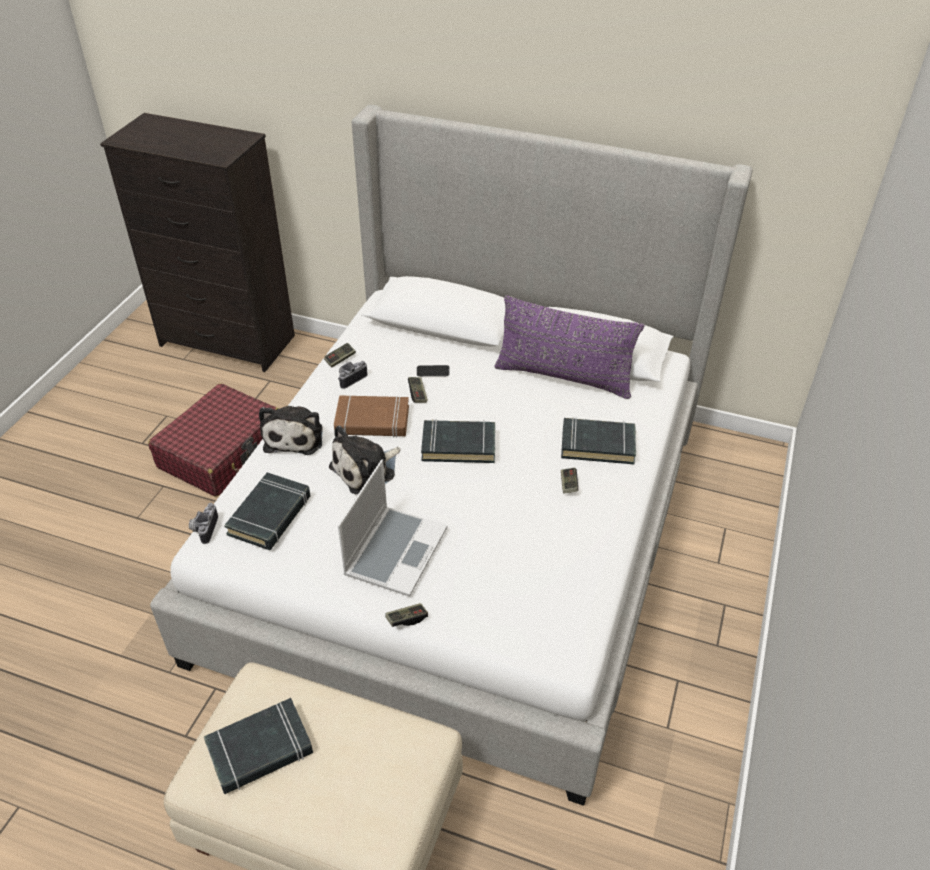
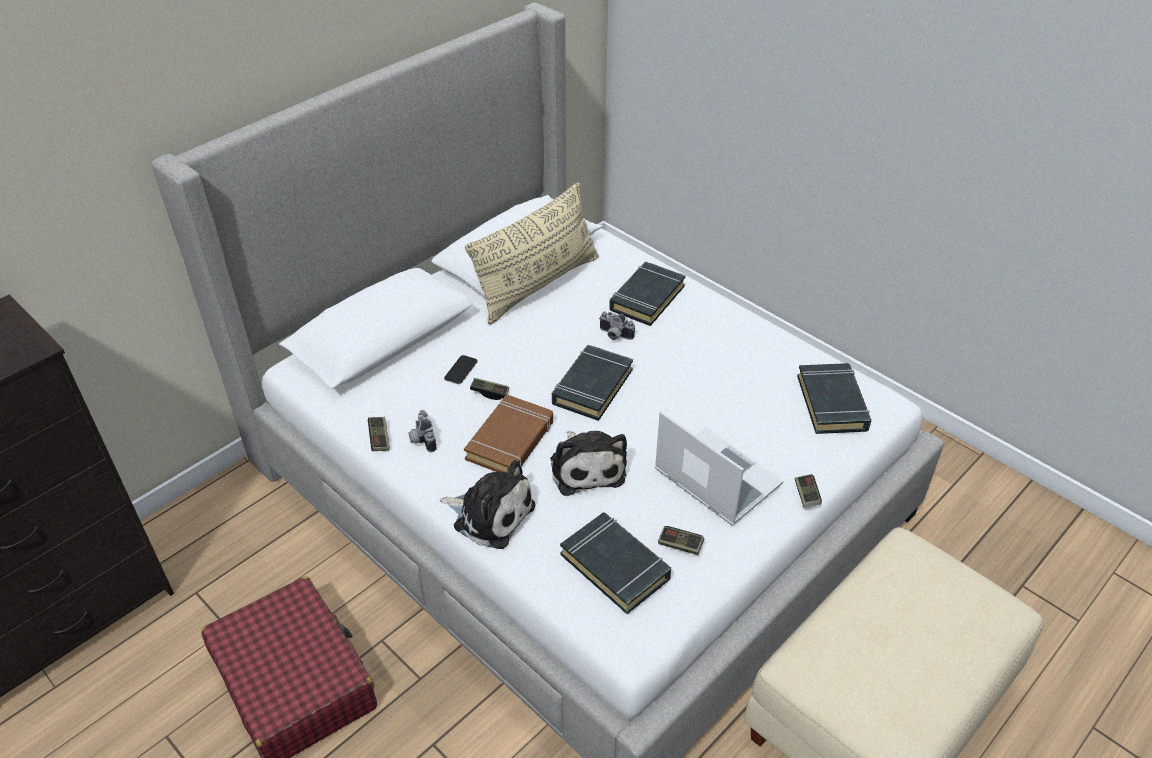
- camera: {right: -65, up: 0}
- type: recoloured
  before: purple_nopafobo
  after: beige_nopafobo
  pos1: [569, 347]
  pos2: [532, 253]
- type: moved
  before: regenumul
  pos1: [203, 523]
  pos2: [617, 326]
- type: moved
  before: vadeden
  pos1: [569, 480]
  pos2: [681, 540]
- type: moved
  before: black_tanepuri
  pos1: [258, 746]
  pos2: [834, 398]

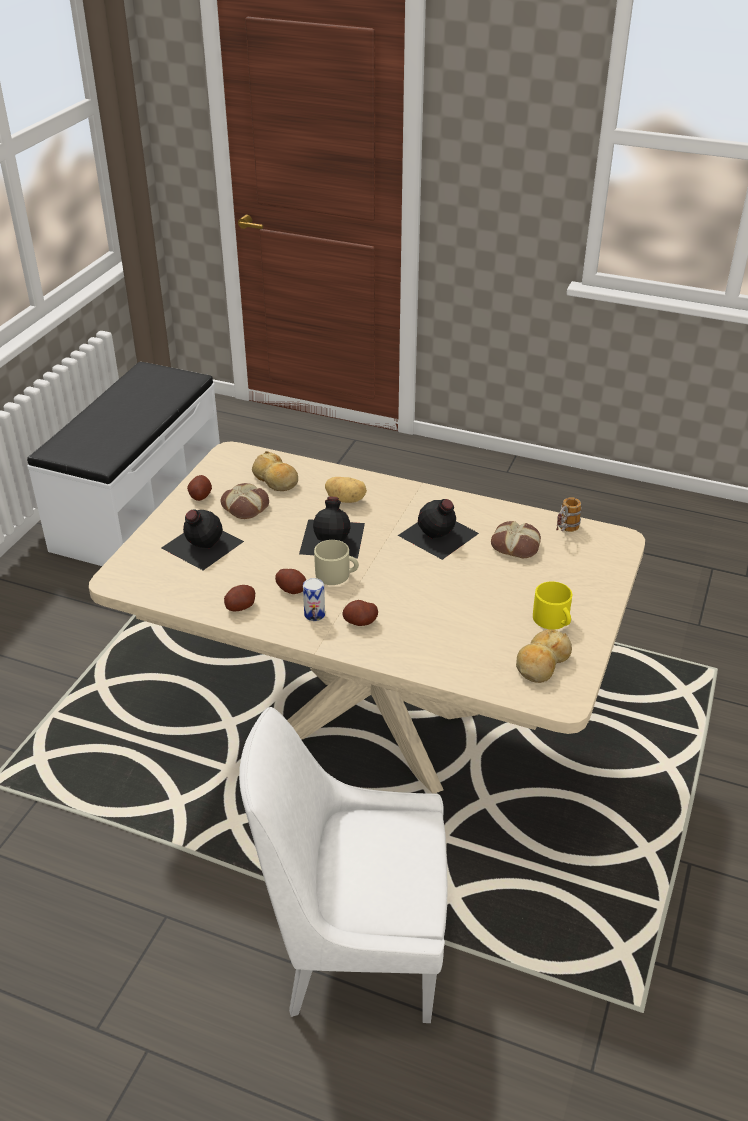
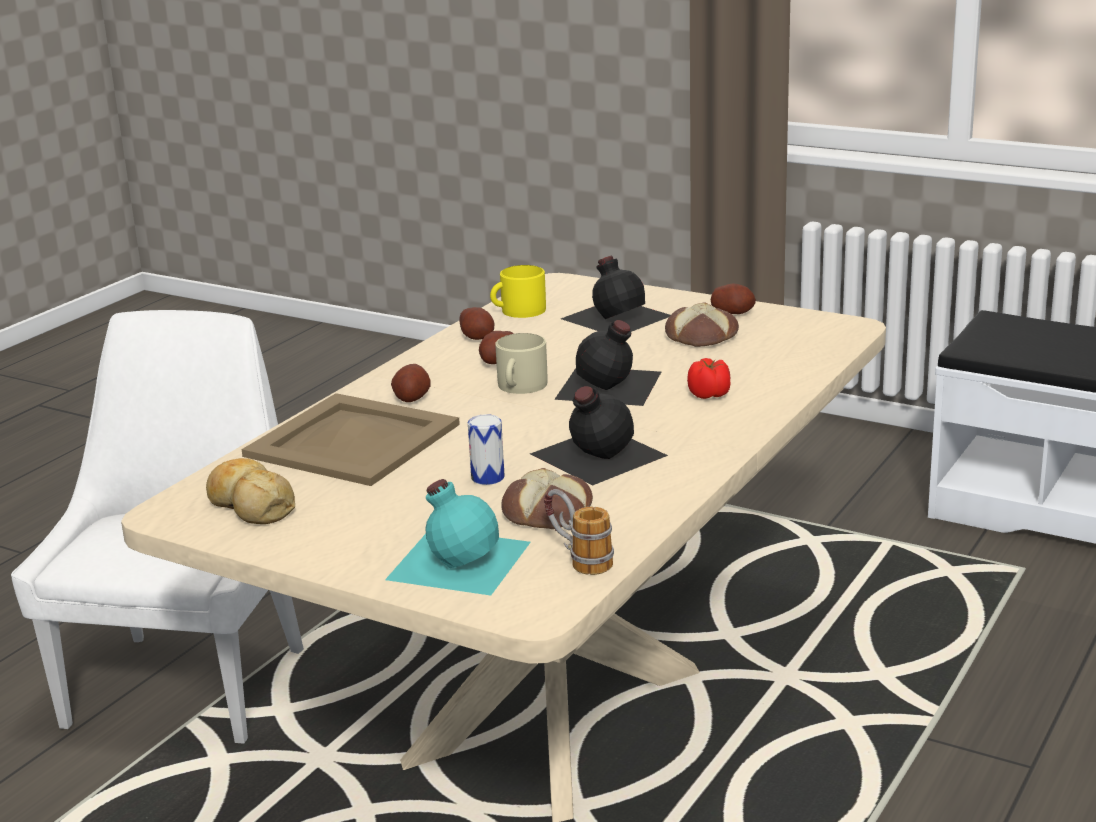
- camera: {right: 100, up: -15}
- type: added
  after: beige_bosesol
  pos2: [351, 439]
- type: added
  after: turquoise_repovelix
  pos2: [458, 537]
- type: moved
  before: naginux
  pos1: [314, 599]
  pos2: [486, 449]
- type: moved
  before: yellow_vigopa
  pos1: [552, 605]
  pos2: [518, 291]
- type: replaced
  before: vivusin
  after: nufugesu
  pos1: [346, 490]
  pos2: [709, 378]
- type: removed
  before: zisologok
  pos1: [275, 471]

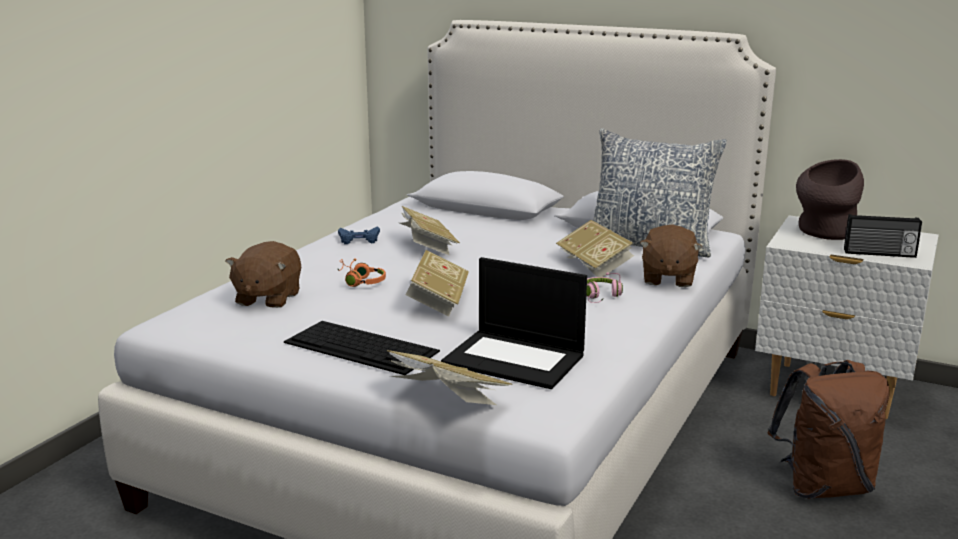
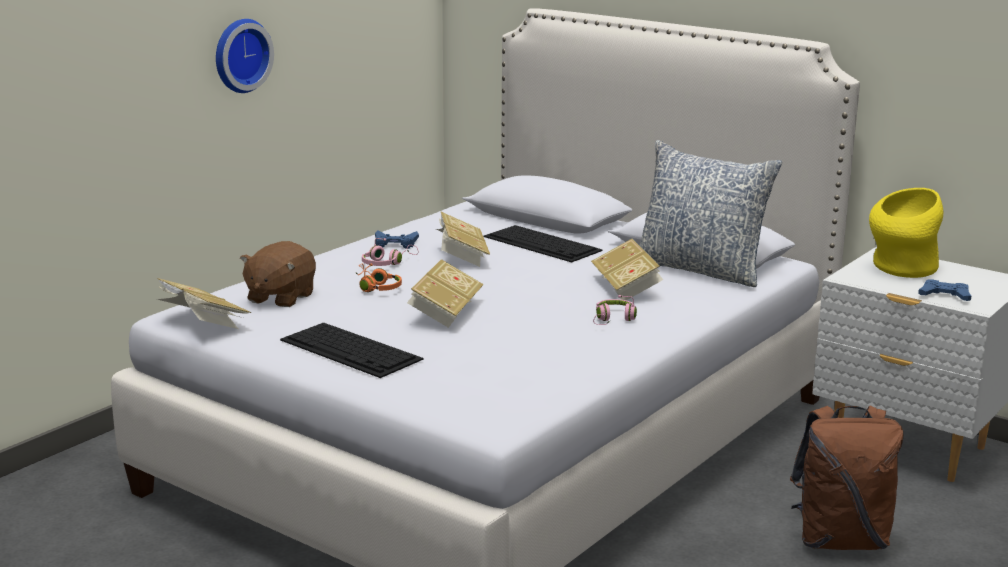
- camera: {right: 10, up: 0}
- type: moved
  before: tanepuri
  pos1: [449, 377]
  pos2: [204, 303]
- type: added
  after: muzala
  pos2: [245, 56]
- type: added
  after: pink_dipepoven
  pos2: [390, 252]
- type: added
  after: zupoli
  pos2: [543, 243]
- type: recoloured
  before: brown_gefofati
  after: yellow_gefofati
  pos1: [830, 199]
  pos2: [906, 233]
- type: replaced
  before: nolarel
  after: blue_vadeden
  pos1: [883, 236]
  pos2: [944, 290]
- type: removed
  before: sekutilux
  pos1: [514, 323]
- type: removed
  before: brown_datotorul
  pos1: [671, 255]

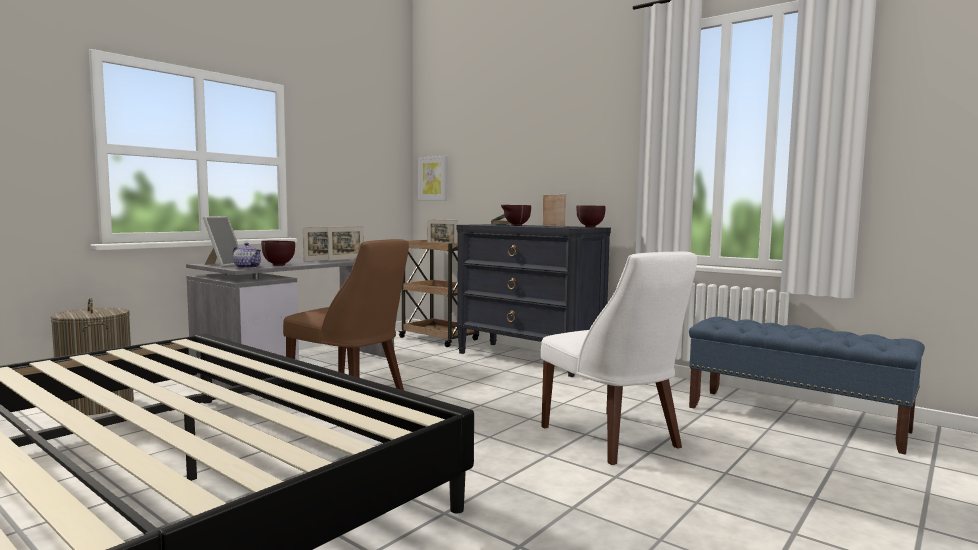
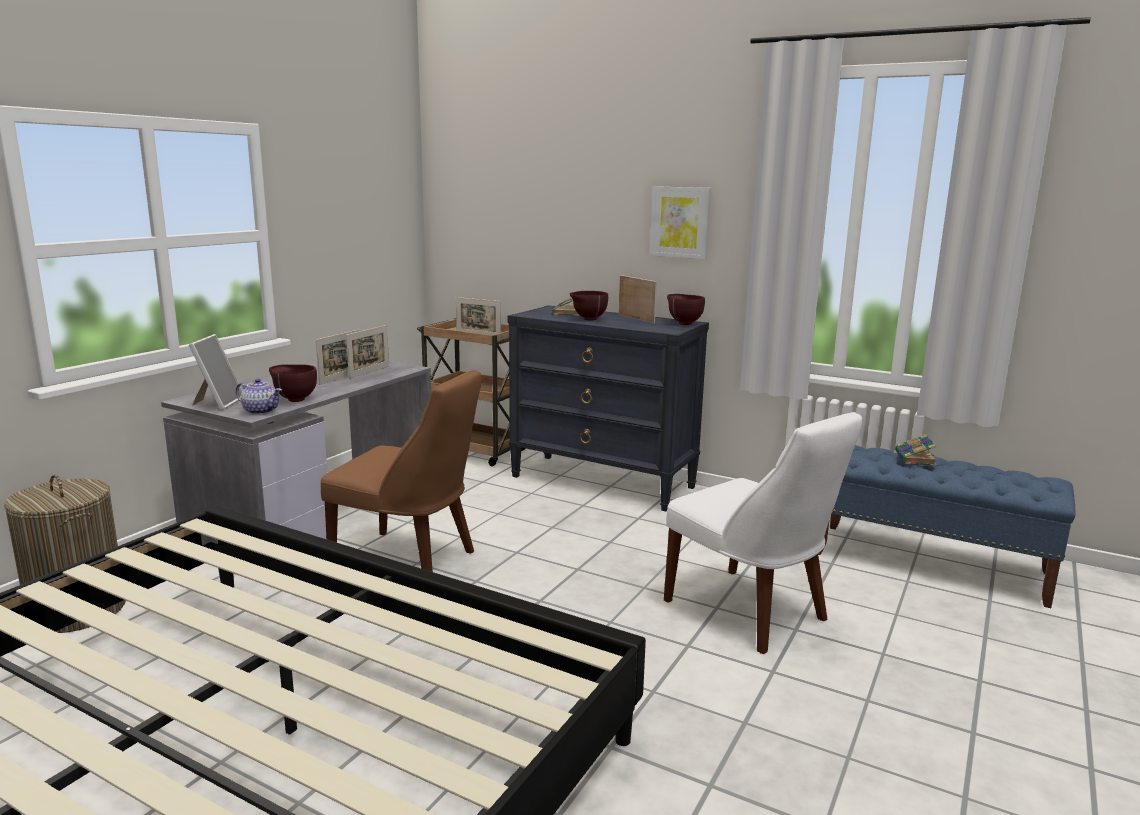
- camera: {right: -10, up: 10}
- type: moved
  before: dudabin
  pos1: [432, 178]
  pos2: [680, 222]
- type: added
  after: tanepuri
  pos2: [916, 450]

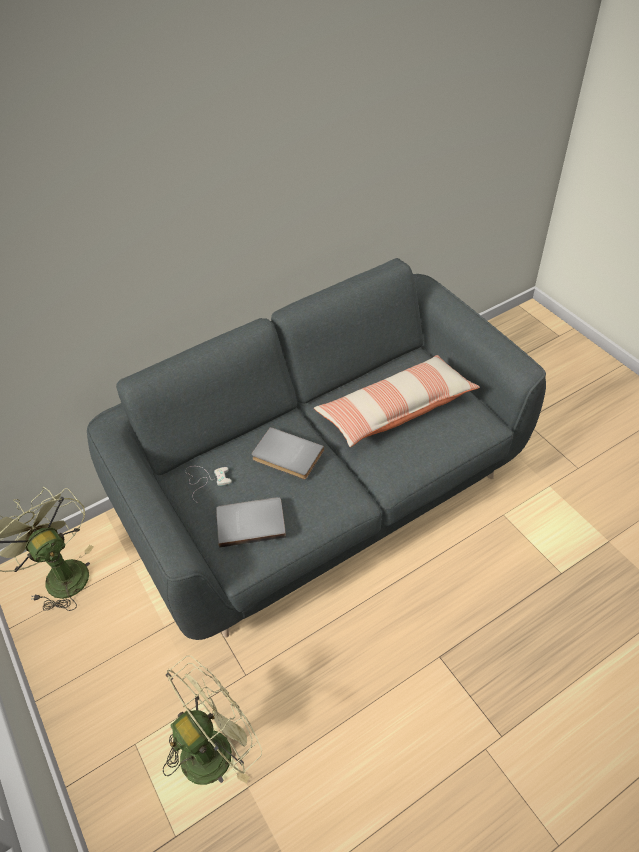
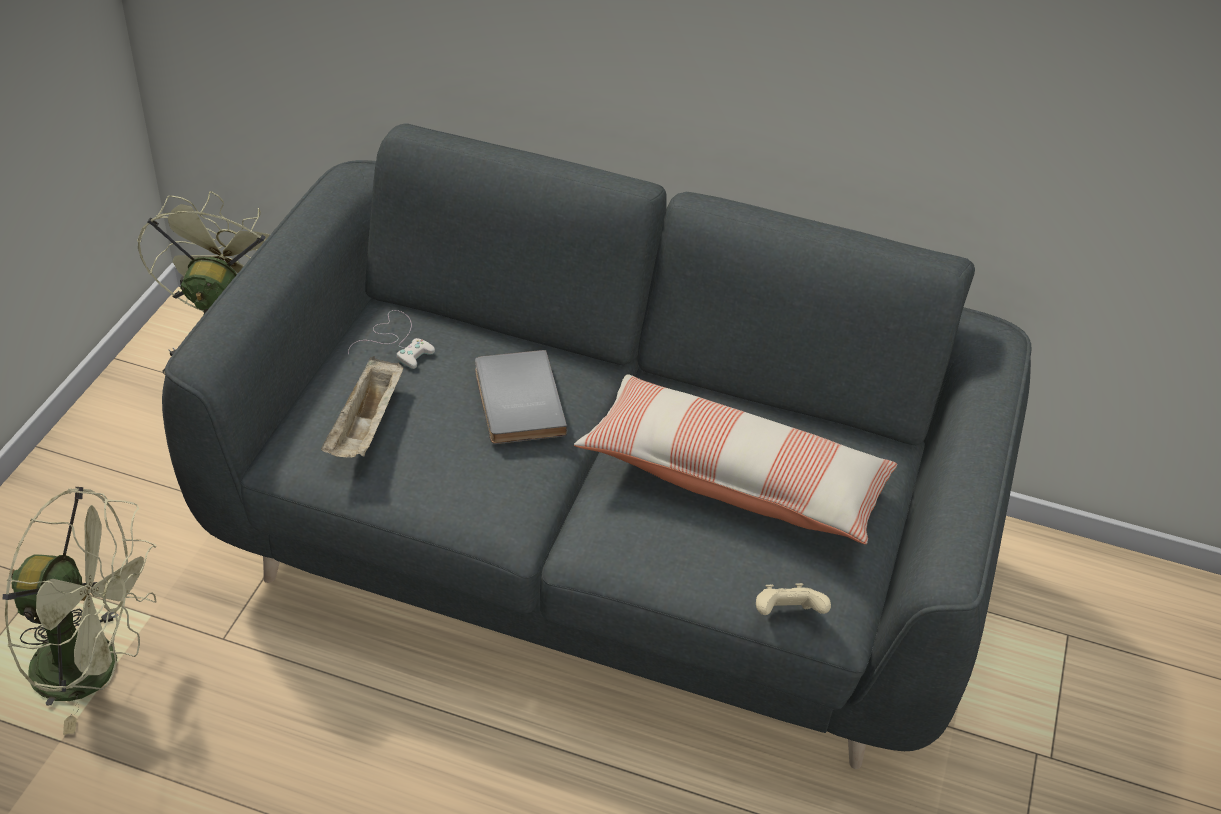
- camera: {right: 45, up: -5}
- type: replaced
  before: grey_tanepuri
  after: beige_bosesol
  pos1: [251, 522]
  pos2: [362, 407]
- type: added
  after: beige_vadeden
  pos2: [793, 599]

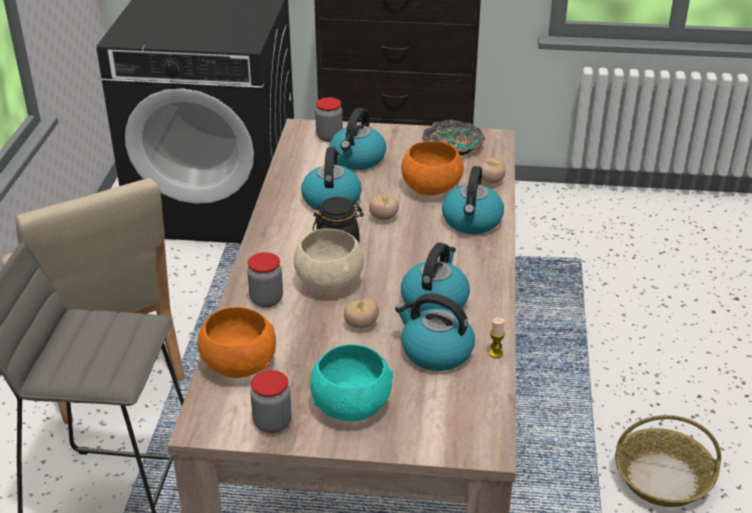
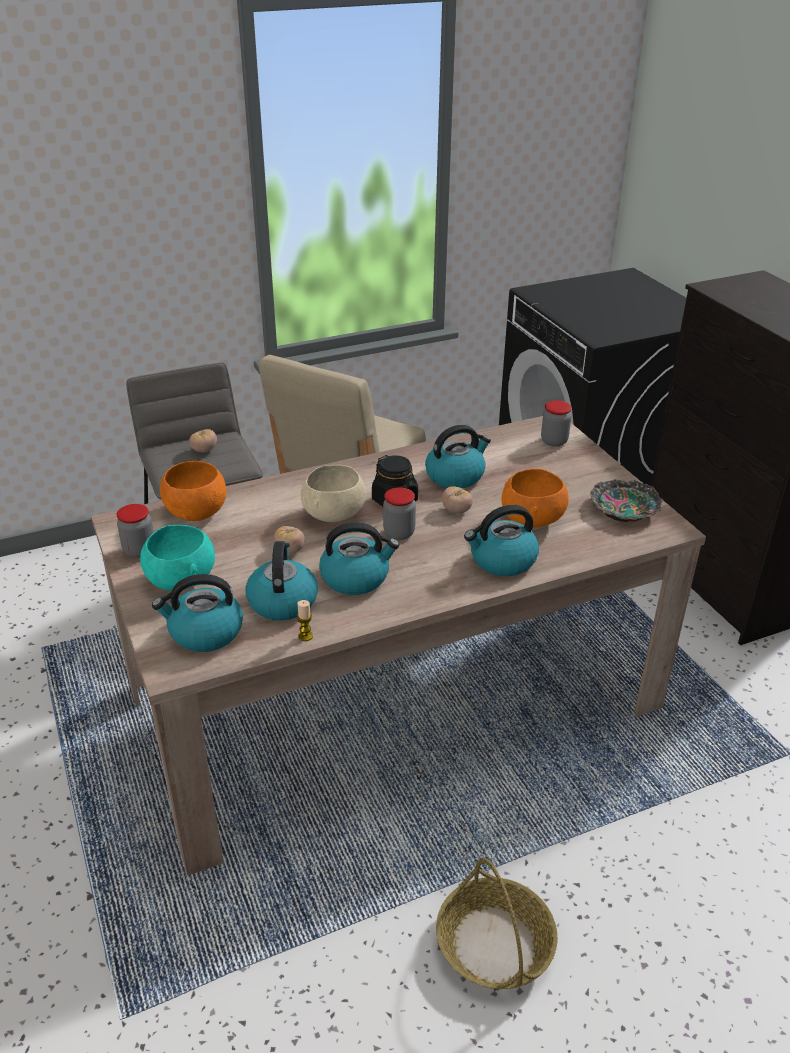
- camera: {right: 60, up: 0}
- type: moved
  before: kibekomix
  pos1: [358, 139]
  pos2: [197, 613]
- type: moved
  before: nufugesu
  pos1: [493, 171]
  pos2: [203, 440]
- type: moved
  before: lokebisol
  pos1: [265, 280]
  pos2: [399, 513]

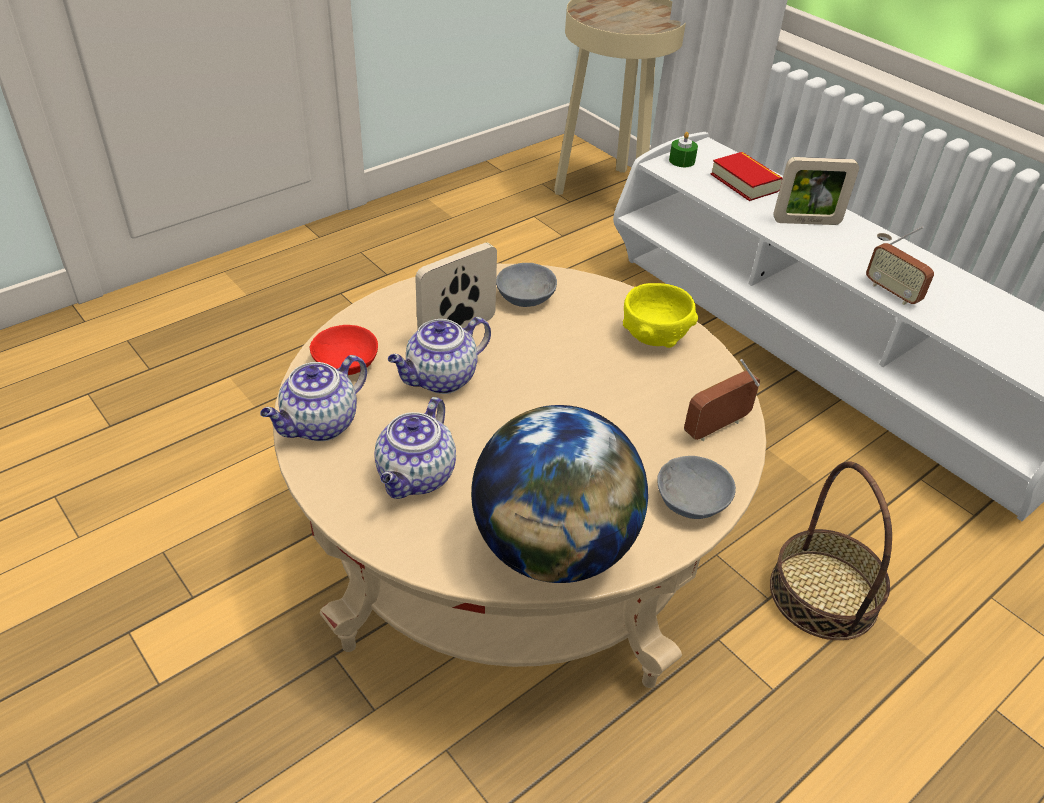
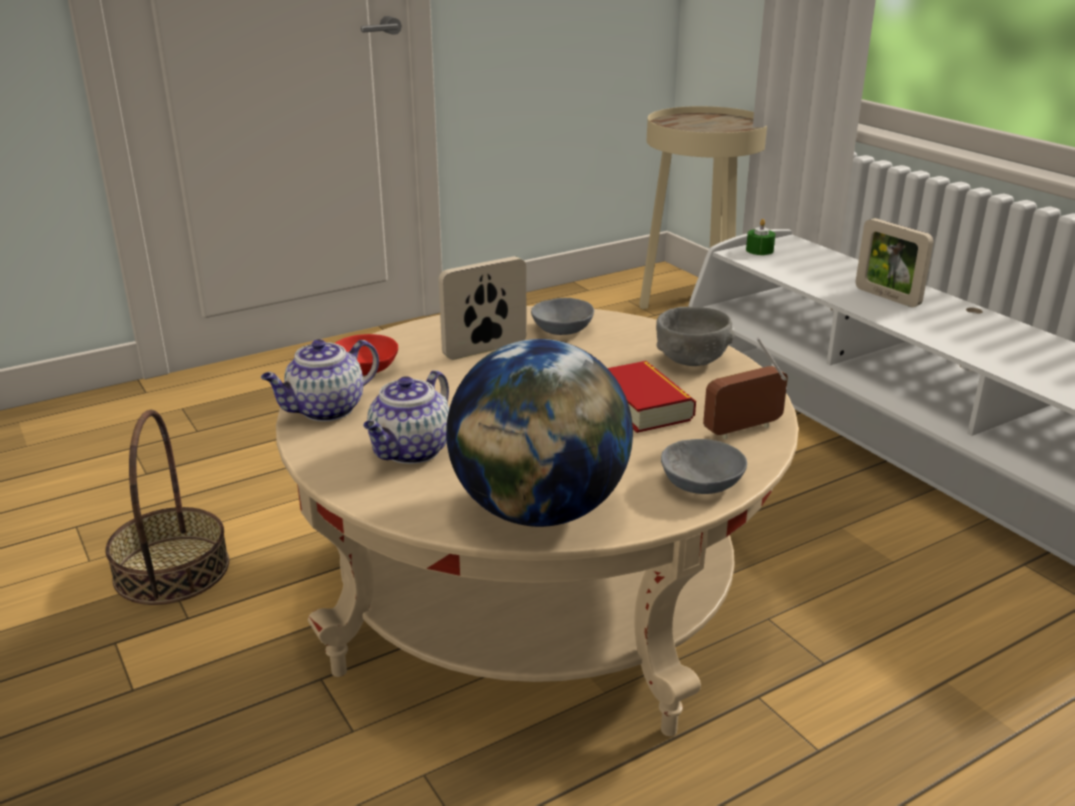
- camera: {right: 10, up: -15}
- type: moved
  before: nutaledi
  pos1: [831, 550]
  pos2: [167, 507]
- type: moved
  before: tanepuri
  pos1: [747, 176]
  pos2: [652, 397]
- type: recoloured
  before: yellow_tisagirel
  after: grey_tisagirel
  pos1: [660, 315]
  pos2: [695, 336]
- type: turned
  before: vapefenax
  pos1: [816, 191]
  pos2: [895, 262]
  turn: 45
- type: removed
  before: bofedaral
  pos1: [439, 355]
- type: removed
  before: nolarel
  pos1: [900, 265]

